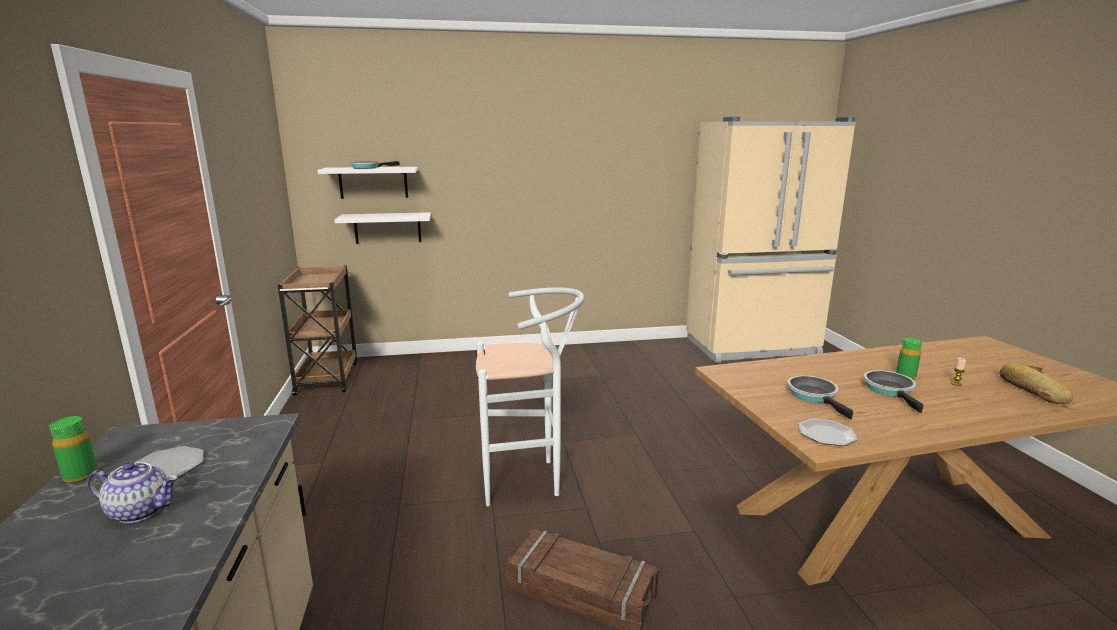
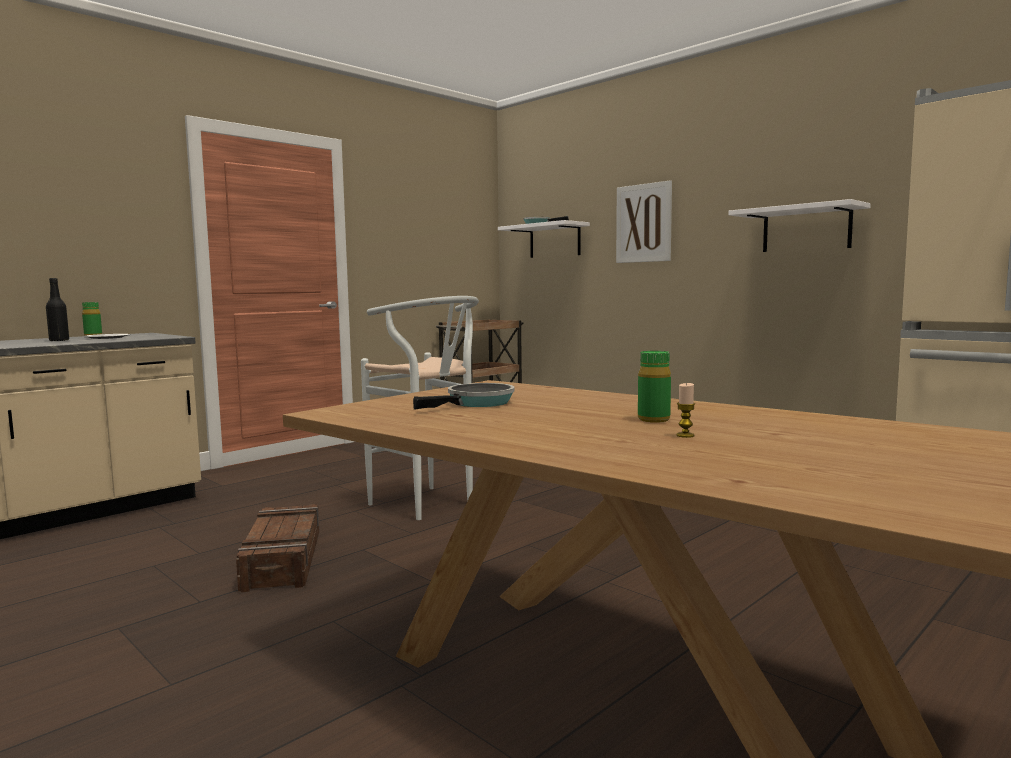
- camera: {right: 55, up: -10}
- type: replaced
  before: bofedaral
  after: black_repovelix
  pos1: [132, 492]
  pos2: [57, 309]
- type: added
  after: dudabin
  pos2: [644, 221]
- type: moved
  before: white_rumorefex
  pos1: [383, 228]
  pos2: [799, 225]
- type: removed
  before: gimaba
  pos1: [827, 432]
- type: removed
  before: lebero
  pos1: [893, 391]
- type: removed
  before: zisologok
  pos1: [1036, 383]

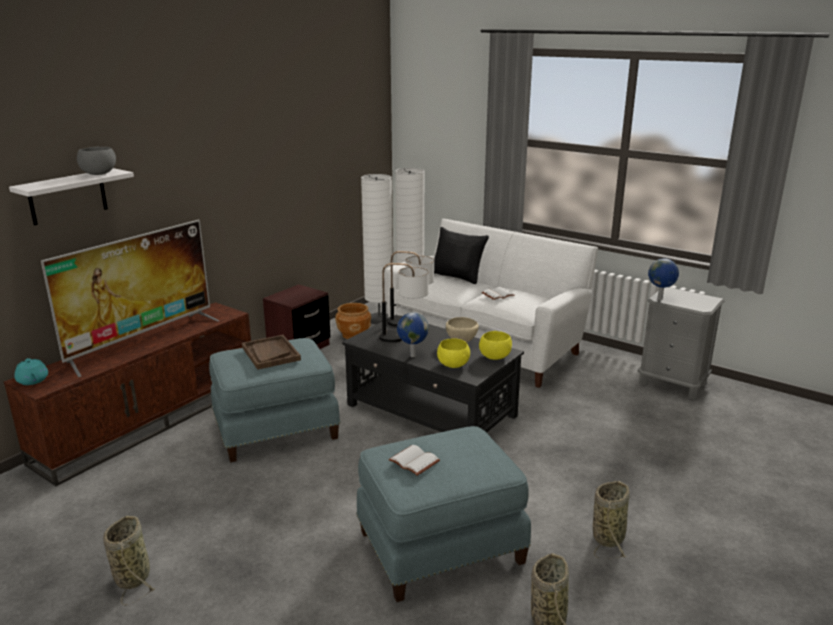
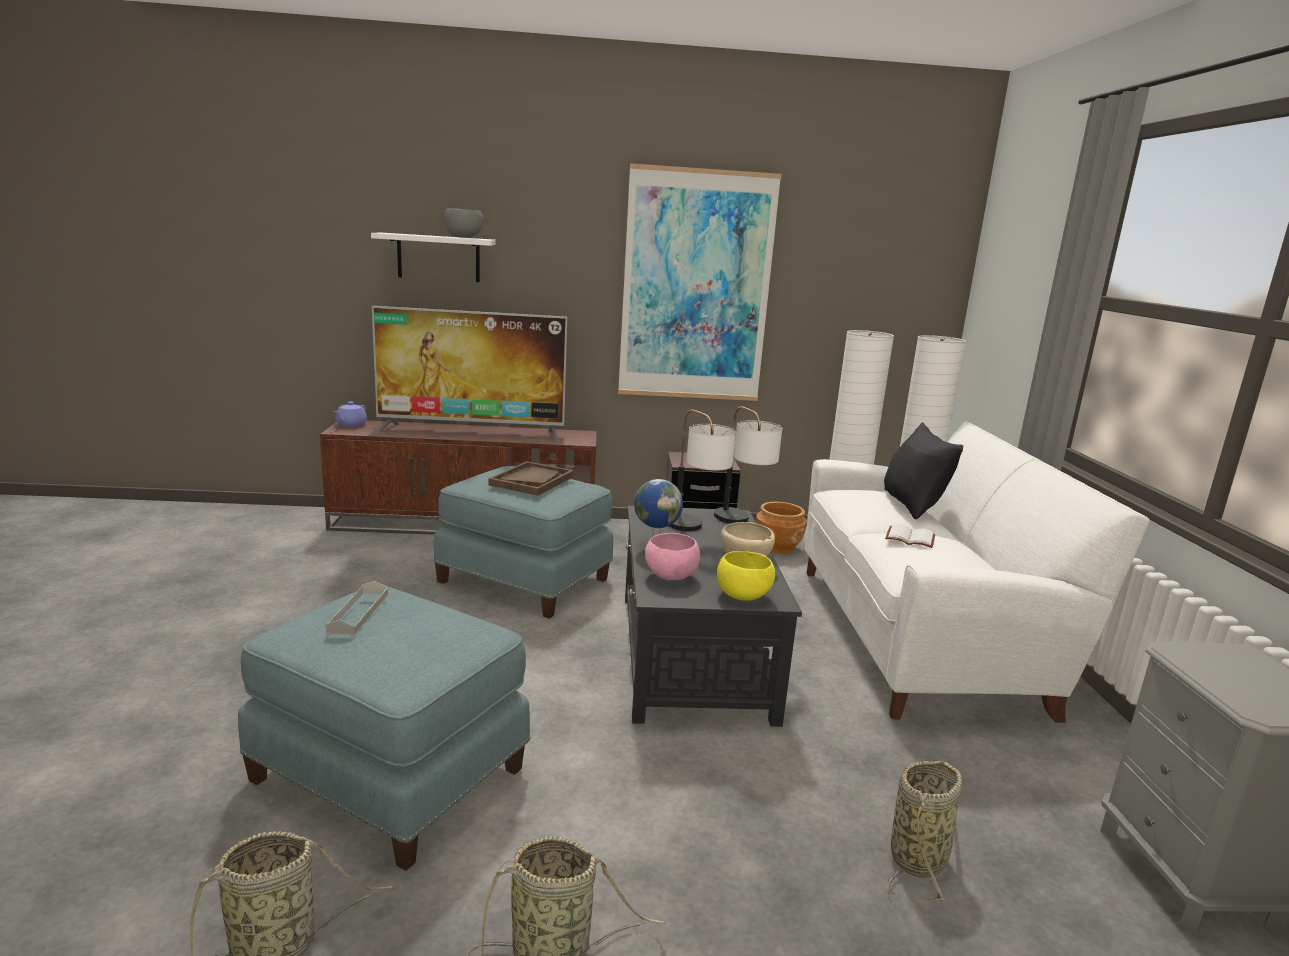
- camera: {right: 50, up: -5}
- type: replaced
  before: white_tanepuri
  after: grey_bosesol
  pos1: [414, 460]
  pos2: [357, 608]
- type: recoloured
  before: turquoise_bofedaral
  after: purple_bofedaral
  pos1: [31, 371]
  pos2: [350, 414]
- type: added
  after: dudabin
  pos2: [700, 282]
- type: recoloured
  before: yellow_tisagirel
  after: pink_tisagirel
  pos1: [453, 353]
  pos2: [672, 556]
- type: moved
  before: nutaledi
  pos1: [128, 561]
  pos2: [924, 831]
- type: removed
  before: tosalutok
  pos1: [663, 279]

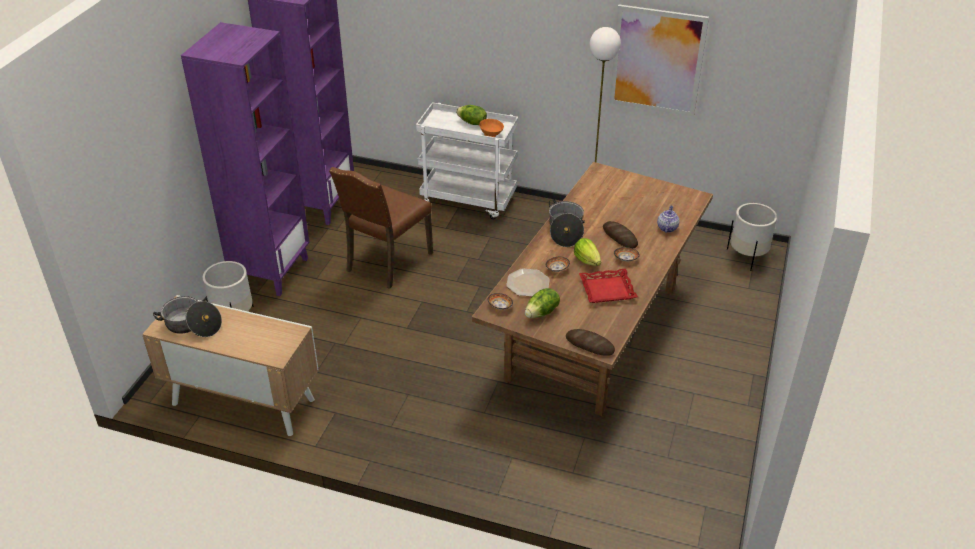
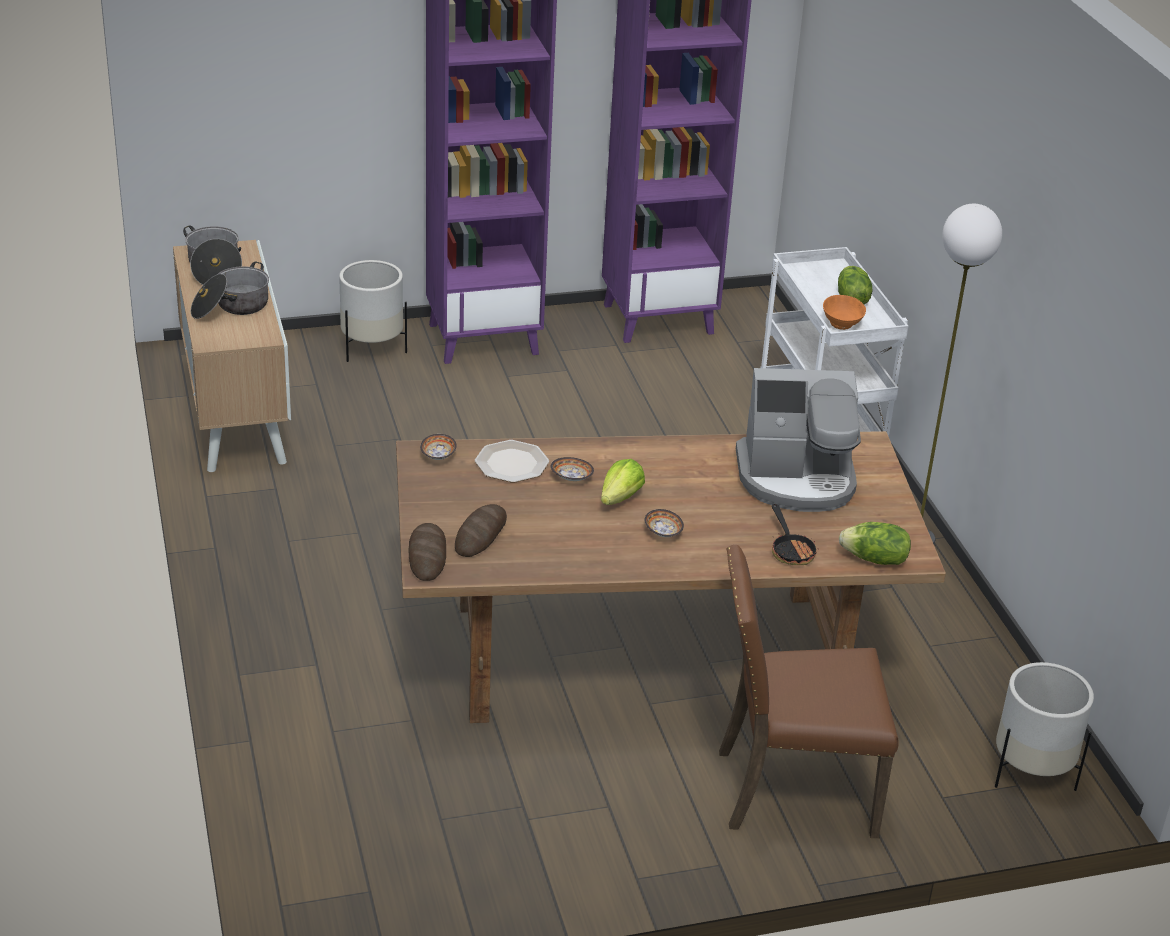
- camera: {right: 55, up: -5}
- type: moved
  before: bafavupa
  pos1: [567, 223]
  pos2: [230, 290]
- type: moved
  before: zisologok
  pos1: [620, 234]
  pos2: [481, 530]
- type: moved
  before: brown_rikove
  pos1: [381, 228]
  pos2: [809, 691]
- type: added
  after: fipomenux
  pos2: [798, 440]
- type: replaced
  before: bofedaral
  after: lebero
  pos1: [668, 219]
  pos2: [795, 534]
- type: moved
  before: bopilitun
  pos1: [542, 303]
  pos2: [875, 543]
- type: removed
  before: red_bosesol
  pos1: [608, 286]
- type: removed
  before: dudabin
  pos1: [659, 60]

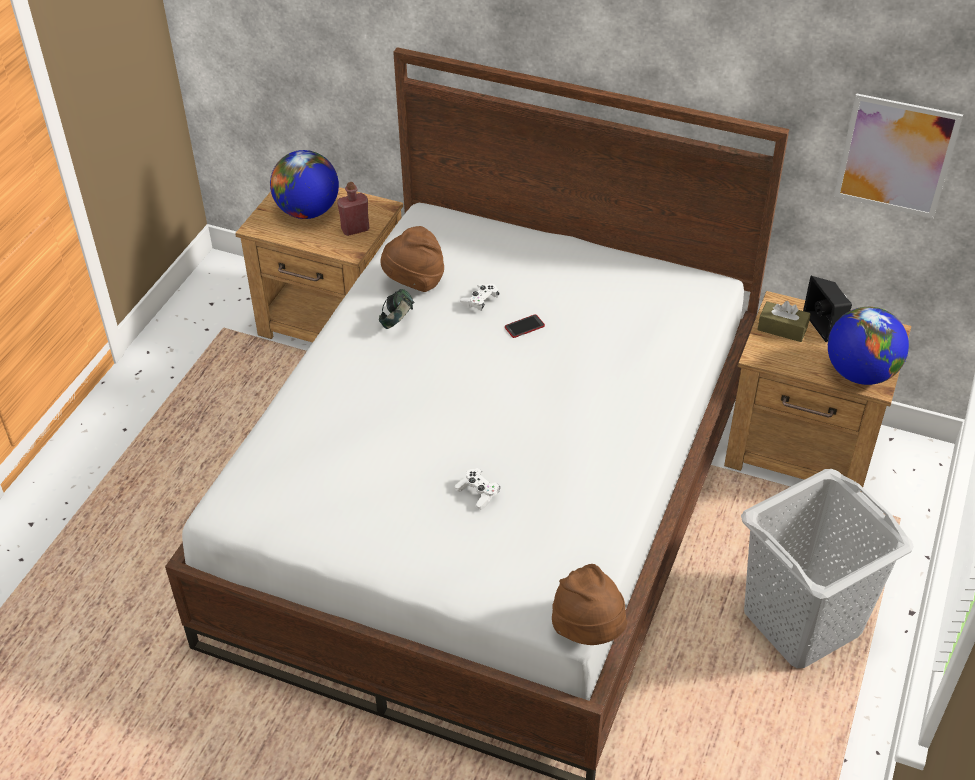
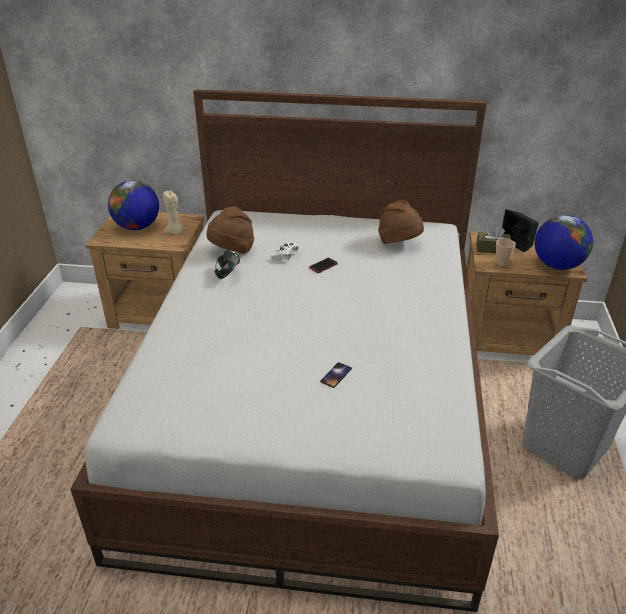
- camera: {right: -15, up: -10}
- type: replaced
  before: red_repovelix
  after: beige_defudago
  pos1: [353, 209]
  pos2: [174, 213]
- type: replaced
  before: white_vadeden
  after: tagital
  pos1: [477, 489]
  pos2: [336, 375]
- type: moved
  before: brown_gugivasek
  pos1: [589, 604]
  pos2: [401, 222]
- type: added
  after: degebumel
  pos2: [506, 252]
- type: removed
  before: dudabin
  pos1: [898, 155]

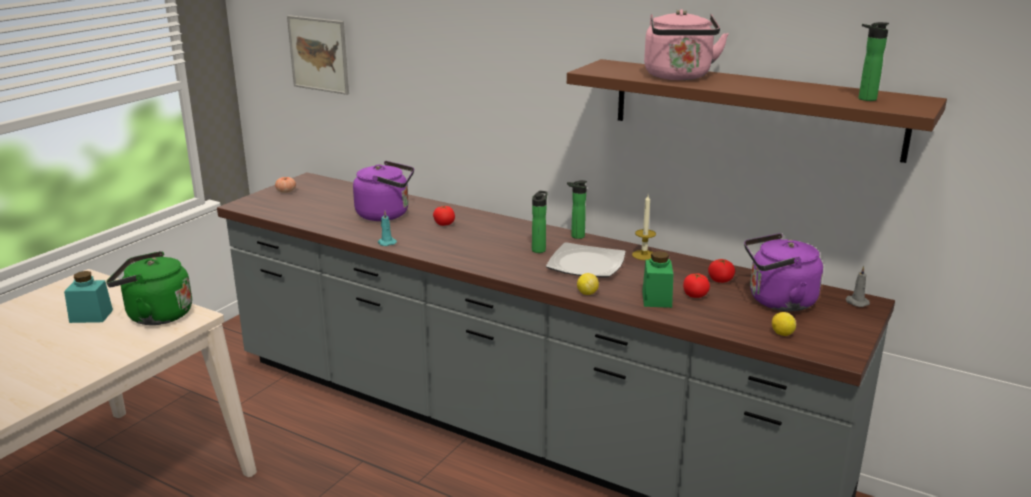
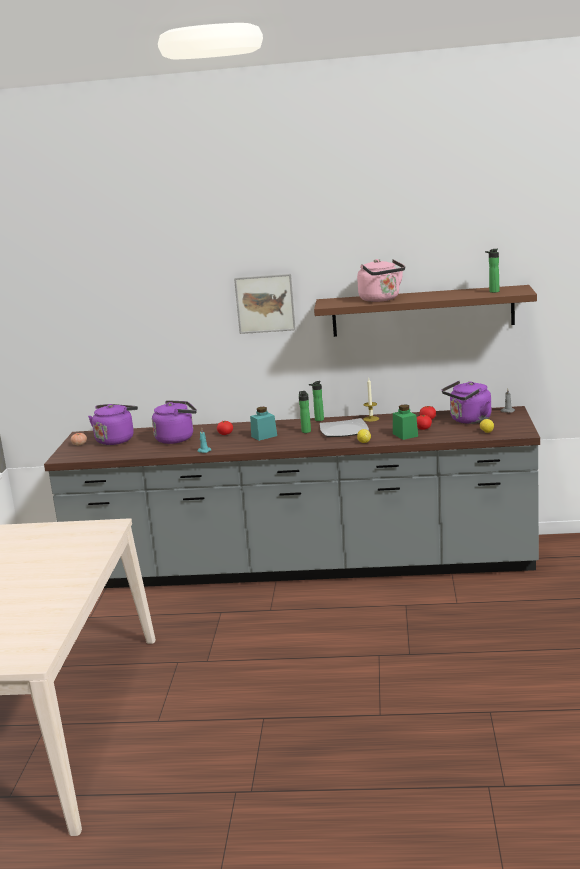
- camera: {right: -25, up: -5}
- type: added
  after: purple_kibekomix
  pos2: [113, 424]
- type: moved
  before: dudabin
  pos1: [318, 55]
  pos2: [265, 304]
- type: moved
  before: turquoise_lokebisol
  pos1: [88, 297]
  pos2: [263, 424]
- type: removed
  before: green_kibekomix
  pos1: [149, 288]

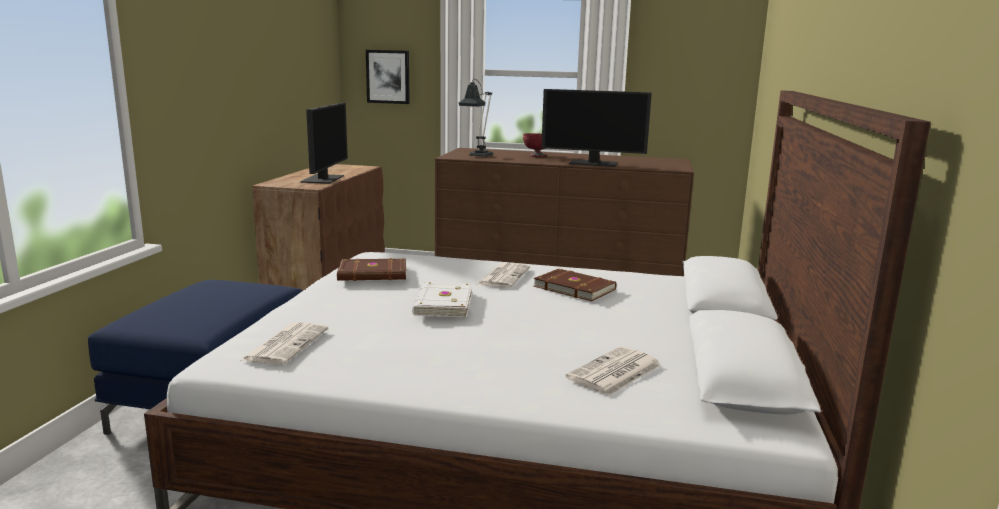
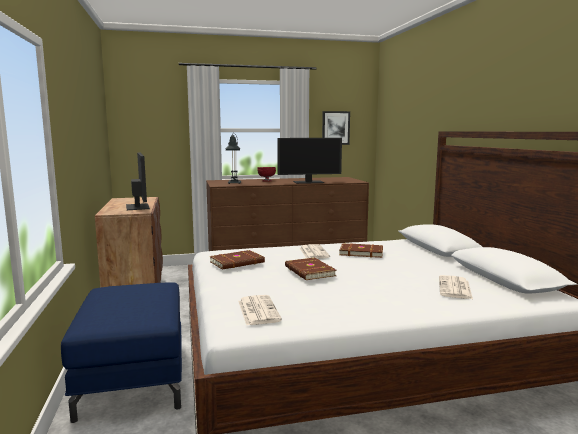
- camera: {right: -25, up: -5}
- type: recoloured
  before: white_tanepuri
  after: brown_tanepuri
  pos1: [442, 299]
  pos2: [311, 269]
- type: moved
  before: dudabin
  pos1: [388, 77]
  pos2: [336, 128]

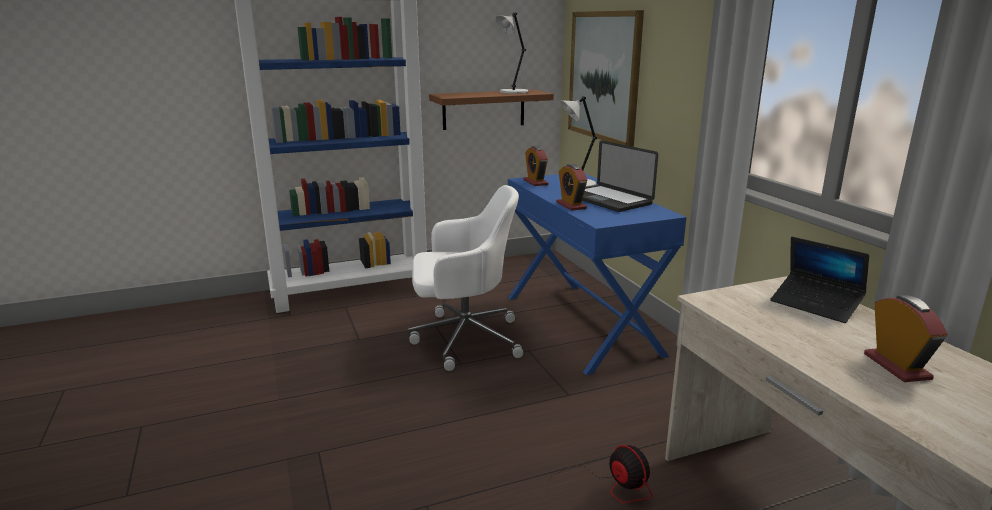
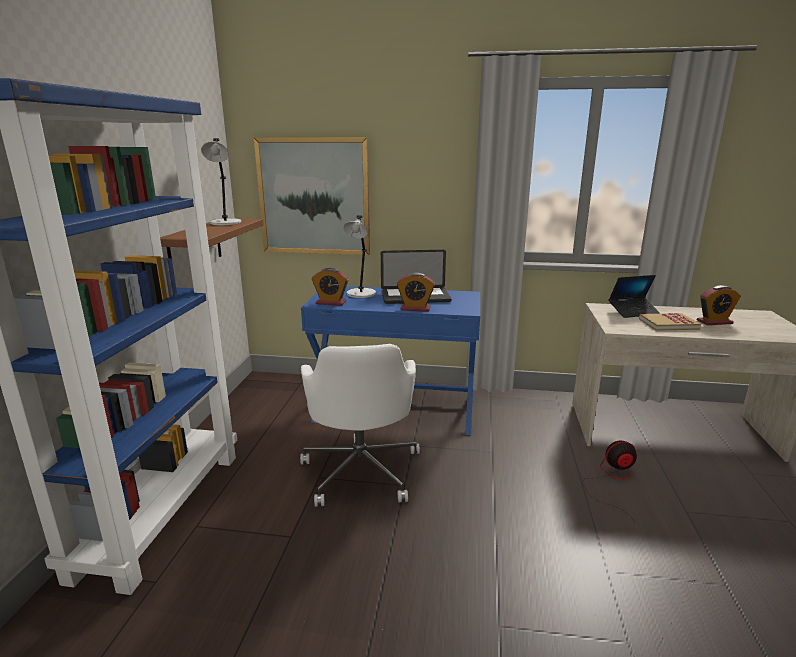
- camera: {right: -60, up: 0}
- type: turned
  before: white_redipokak
  pos1: [465, 278]
  pos2: [360, 425]
  turn: 150
- type: added
  after: tanepuri
  pos2: [670, 322]
- type: turned
  before: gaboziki
  pos1: [906, 338]
  pos2: [719, 305]
  turn: 150

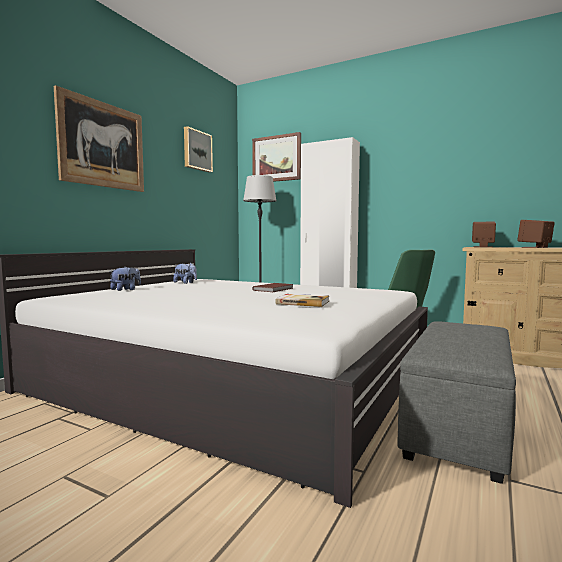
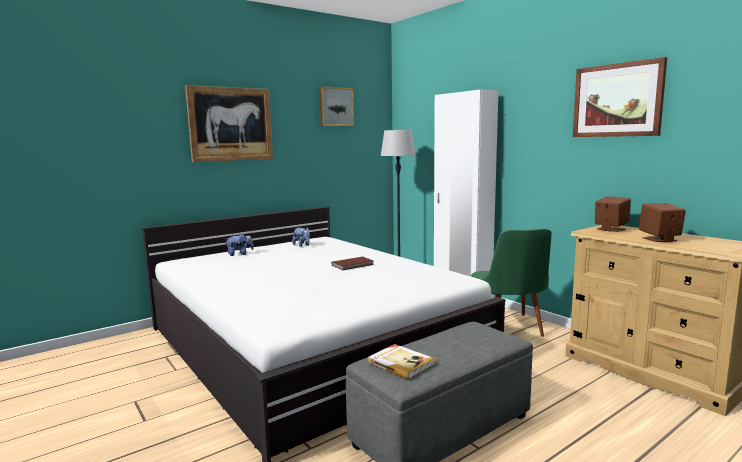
- camera: {right: 25, up: 5}
- type: moved
  before: tanepuri
  pos1: [302, 300]
  pos2: [401, 362]
- type: moved
  before: dudabin
  pos1: [276, 157]
  pos2: [620, 97]

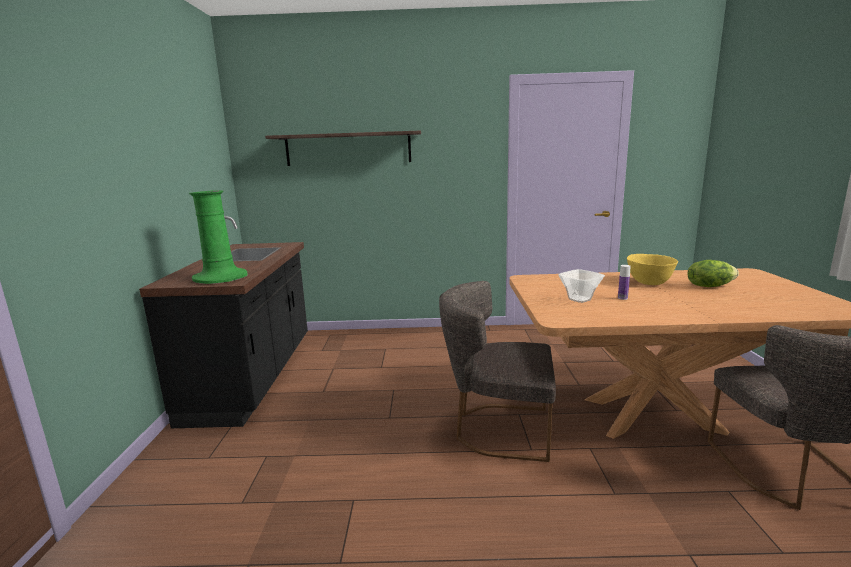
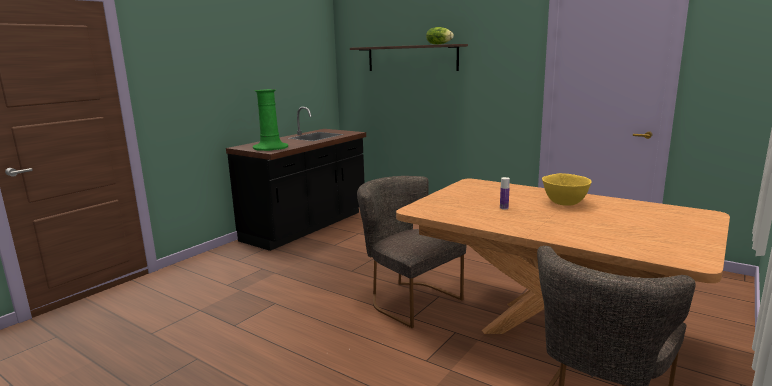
- camera: {right: 35, up: 0}
- type: moved
  before: bopilitun
  pos1: [713, 273]
  pos2: [440, 36]
- type: removed
  before: tisagirel
  pos1: [581, 286]

